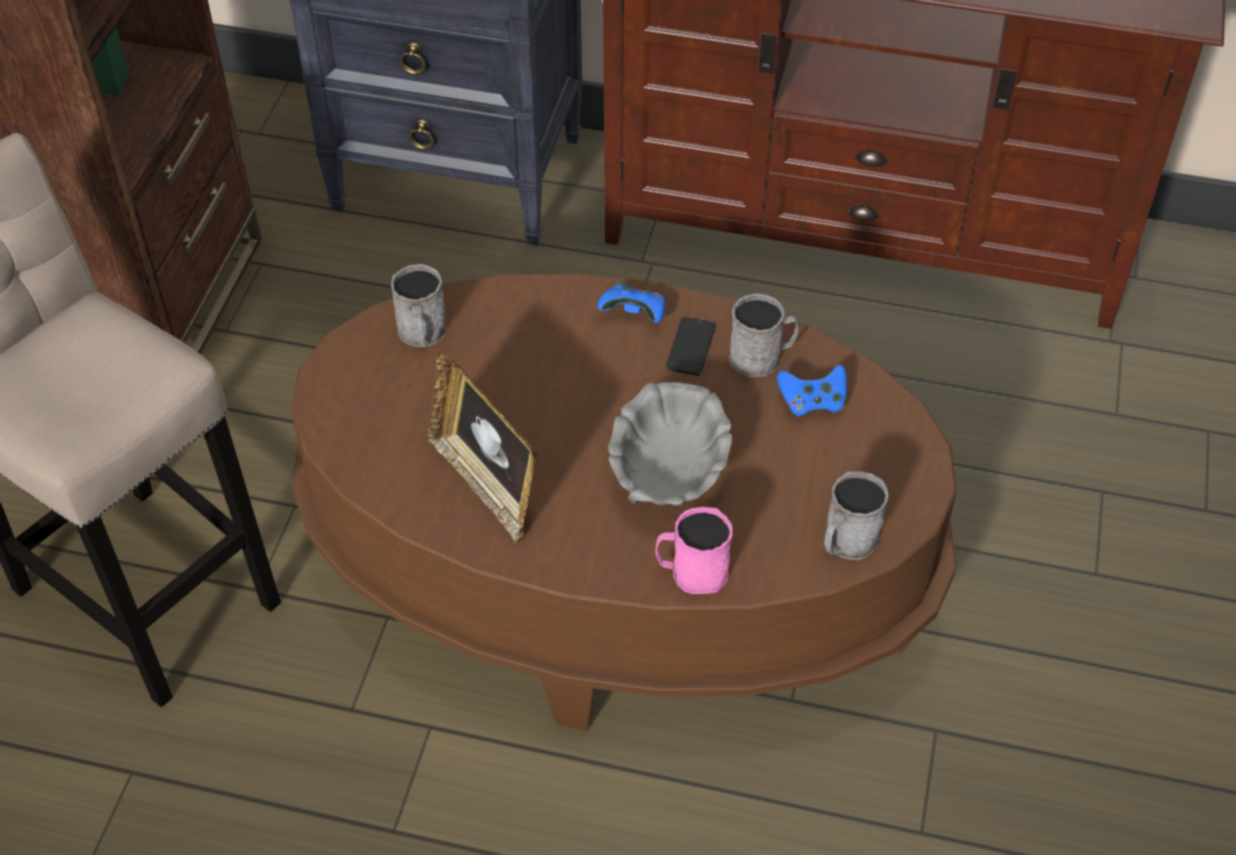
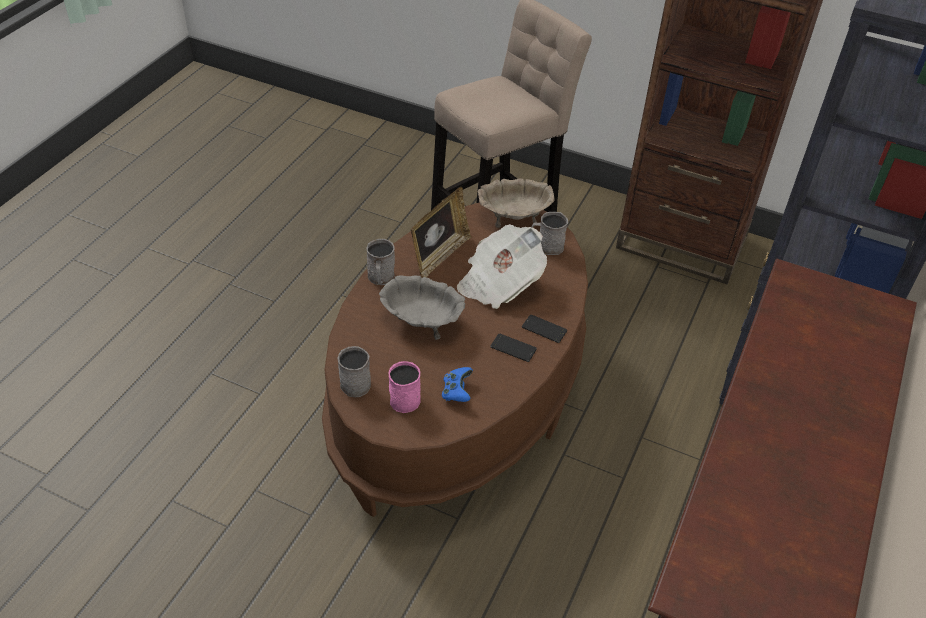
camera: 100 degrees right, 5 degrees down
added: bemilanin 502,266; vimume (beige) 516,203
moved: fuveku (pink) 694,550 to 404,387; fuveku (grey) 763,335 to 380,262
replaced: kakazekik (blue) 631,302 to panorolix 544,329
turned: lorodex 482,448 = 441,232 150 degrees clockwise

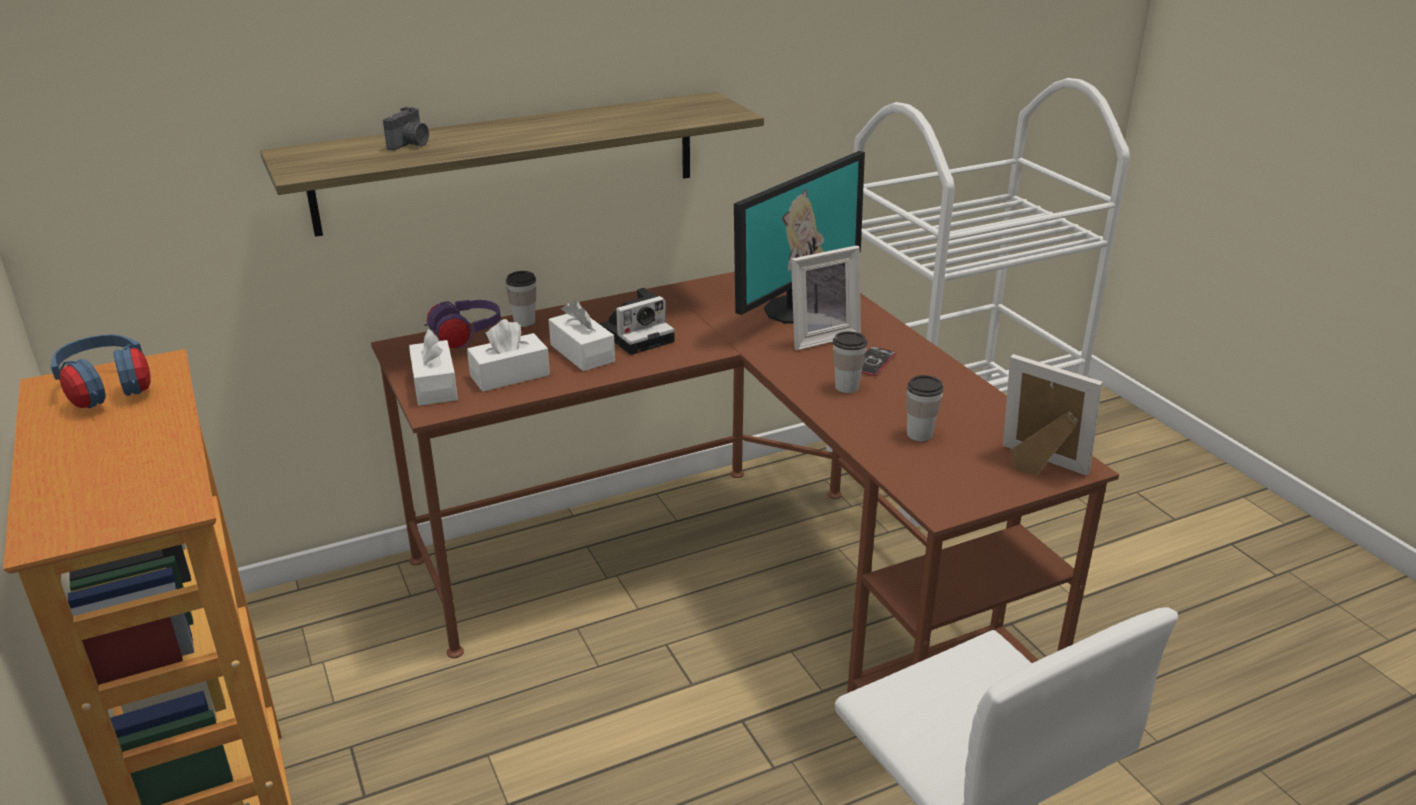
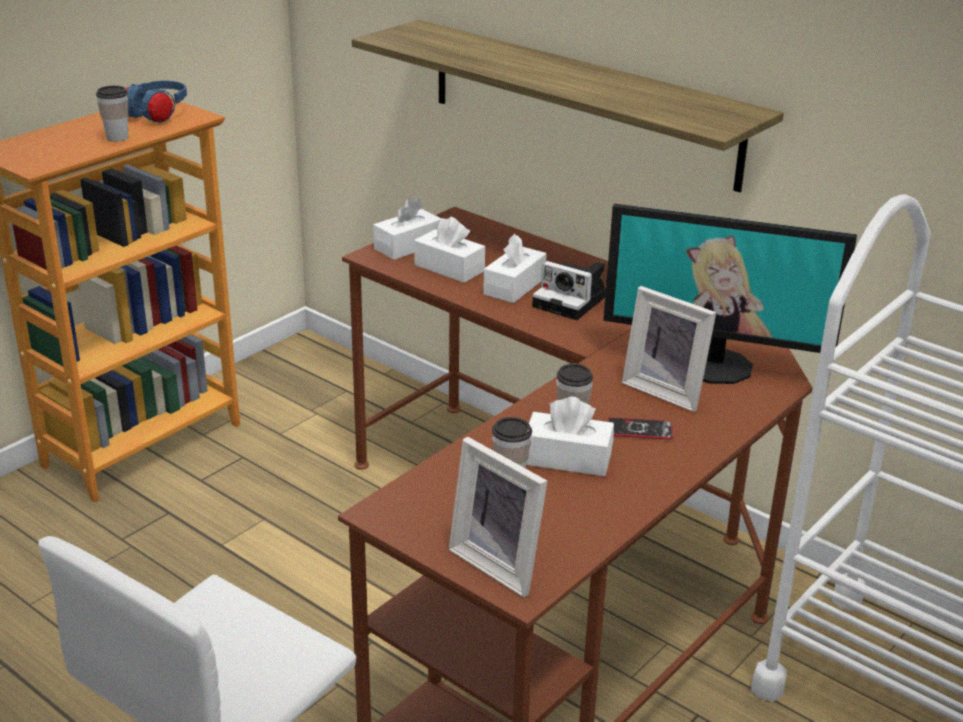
camera: 65 degrees right, 0 degrees up
removed: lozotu 406,128; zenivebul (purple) 462,324
added: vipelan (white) 570,436
moved: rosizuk 521,299 to 112,114
turned: lorodex 1053,415 = 497,517 120 degrees clockwise

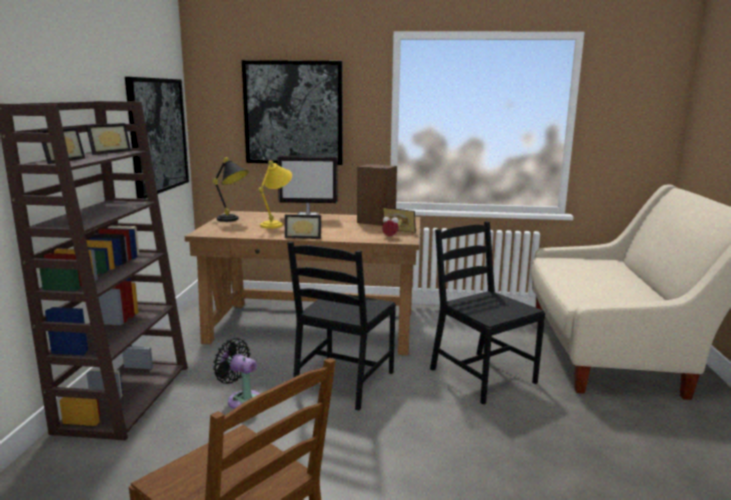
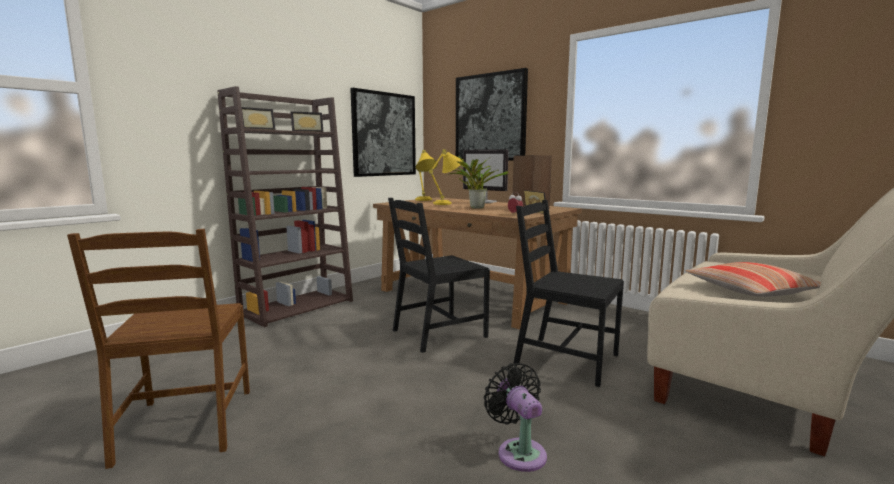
camera: 35 degrees right, 5 degrees down
removed: lorodex 303,226
added: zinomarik 478,182; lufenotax 753,279
moved: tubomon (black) 236,373 to 515,417
recoloured: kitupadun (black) 231,189 to kitupadun (yellow) 426,175
turned: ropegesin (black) 487,312 = 568,293 60 degrees counterclockwise

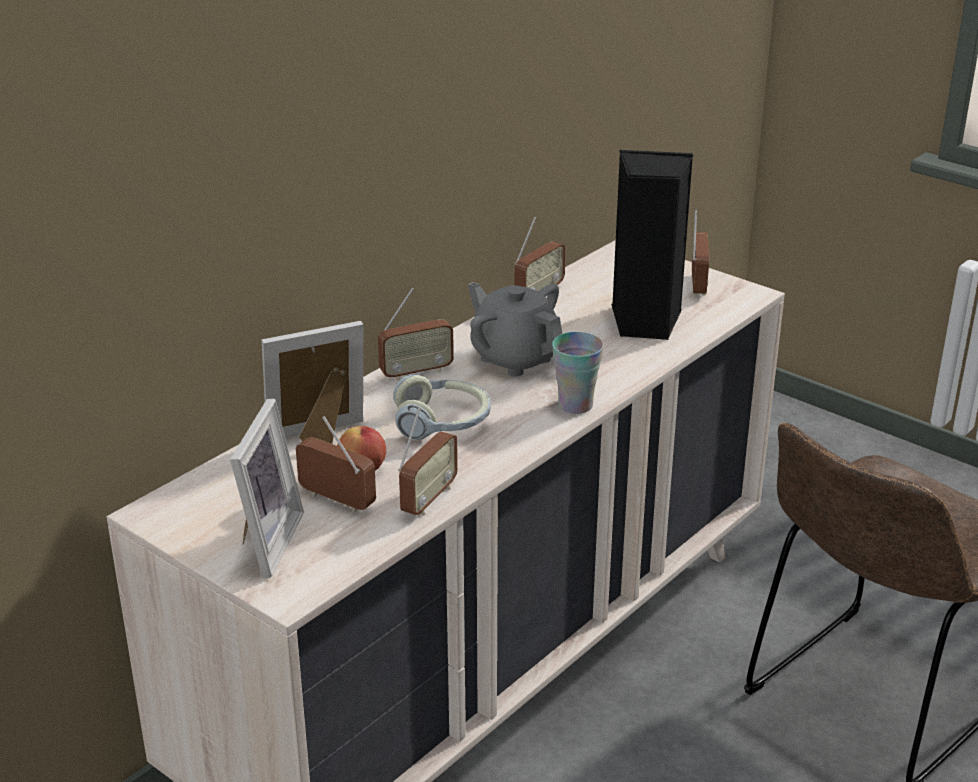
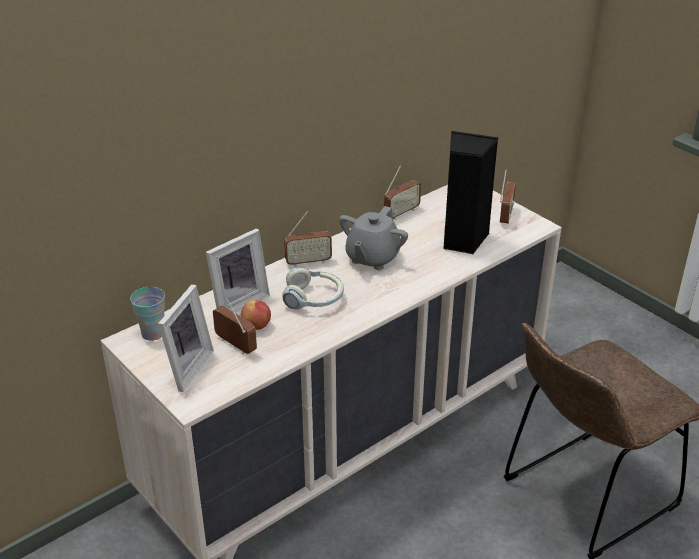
camera: 10 degrees right, 5 degrees up
removed: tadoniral 428,462
moved: rosizuk 578,373 to 147,314
turned: lorodex 312,382 = 238,270 150 degrees clockwise; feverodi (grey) 515,329 = 373,238 120 degrees counterclockwise

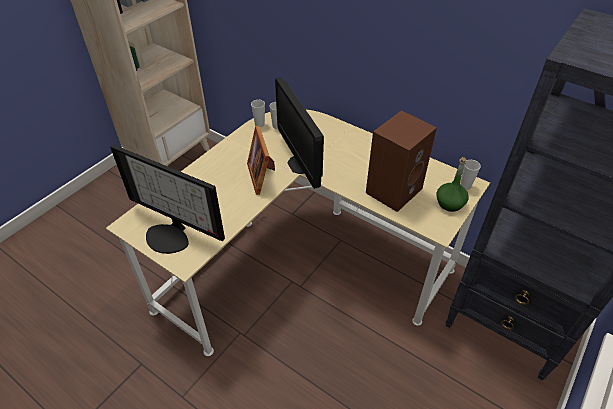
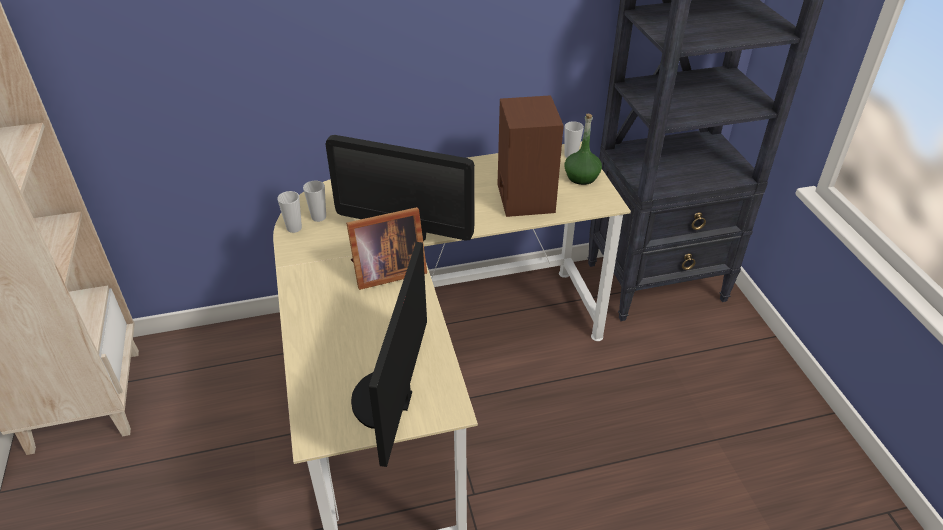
camera: 50 degrees left, 5 degrees down
turned: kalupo 167,199 = 389,354 120 degrees clockwise; lorodex 261,160 = 386,248 45 degrees counterclockwise

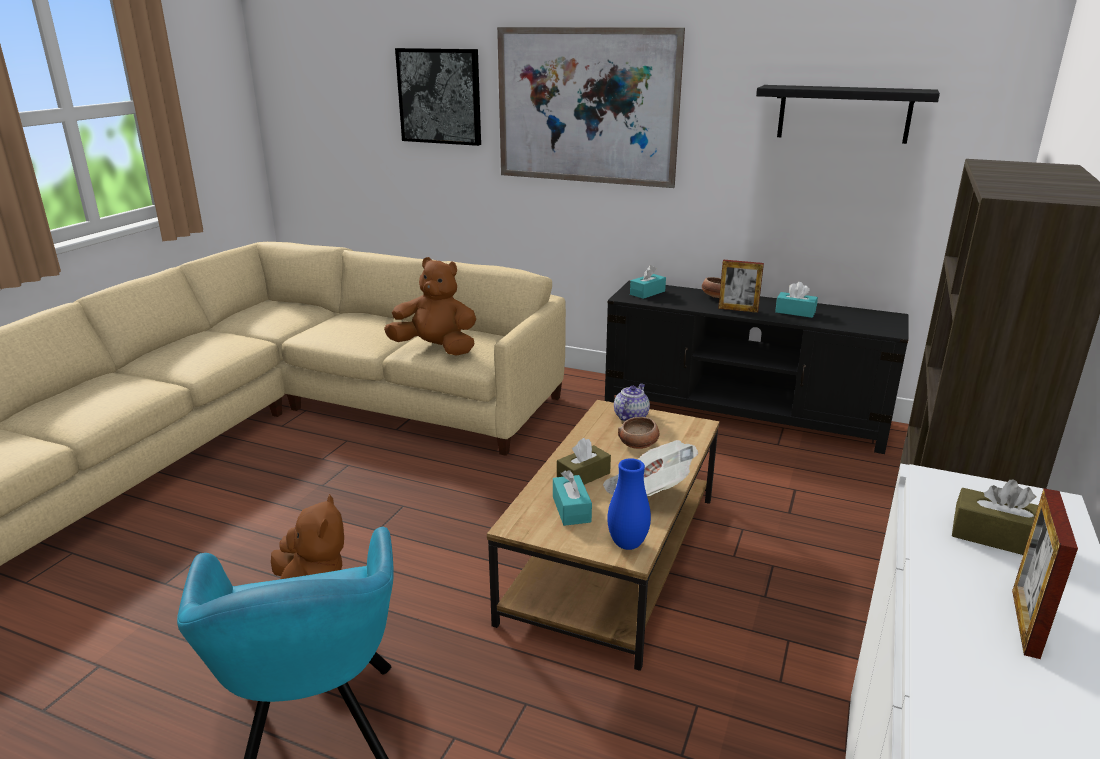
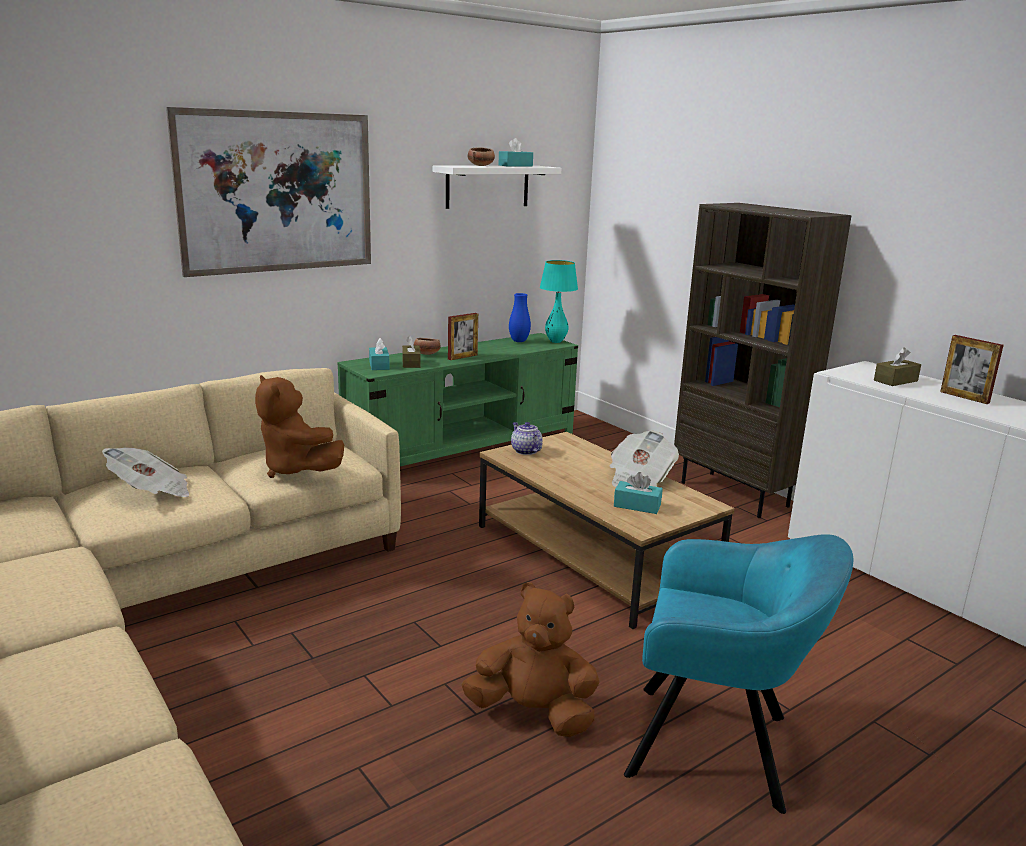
camera: 60 degrees left, 5 degrees down
removed: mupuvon 438,97
added: bemilanin 145,472; kitupadun (turquoise) 559,301
moved: vipelan (brown) 584,461 to 411,352; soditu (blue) 629,504 to 520,317; vimume 638,433 to 481,156; vipelan (turquoise) 796,300 to 516,152
recoloured: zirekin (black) 757,367 to zirekin (green) 457,399; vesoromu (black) 848,114 to vesoromu (white) 497,187
turned: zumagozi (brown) 430,306 = 299,426 90 degrees counterclockwise

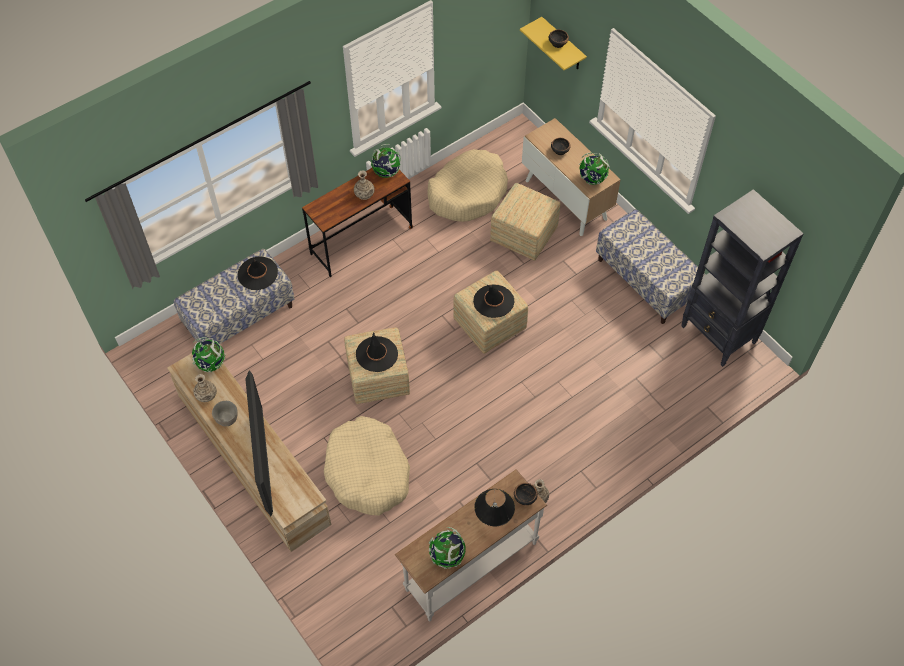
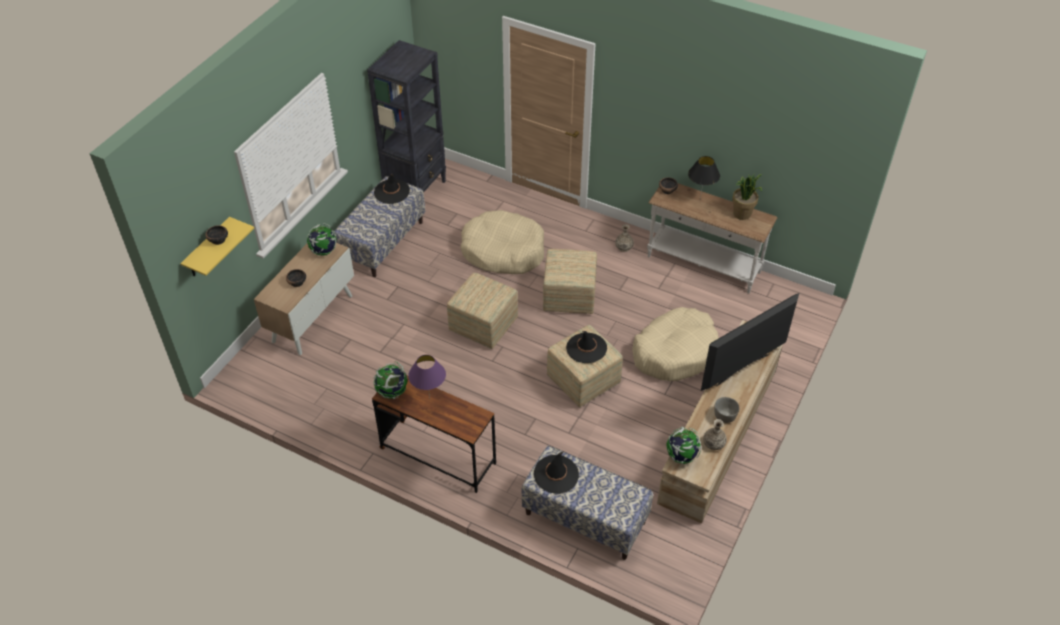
camera: 115 degrees left, 10 degrees down
moved: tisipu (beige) 467,185 to 502,242; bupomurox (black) 493,301 to 392,189; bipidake 525,222 to 570,281
replaced: soditu 364,185 to kitupadun (purple) 427,376; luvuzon 447,548 to zinomarik 747,197

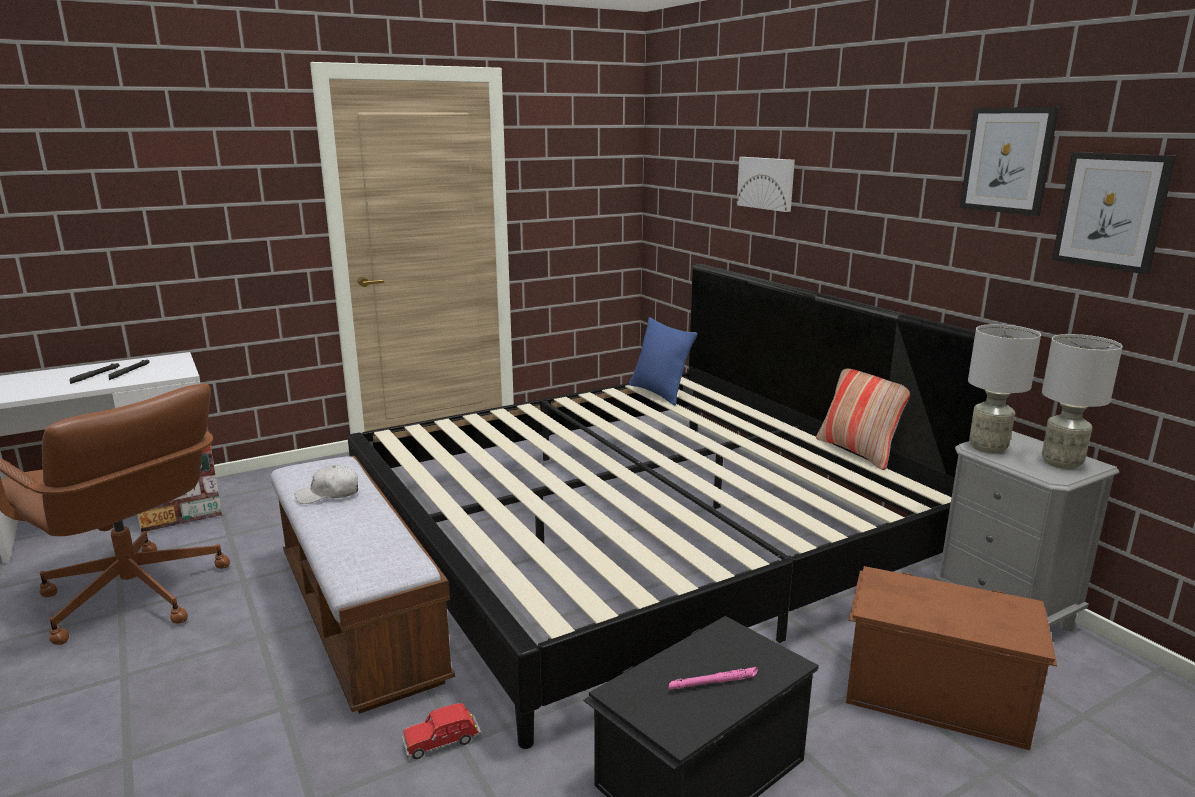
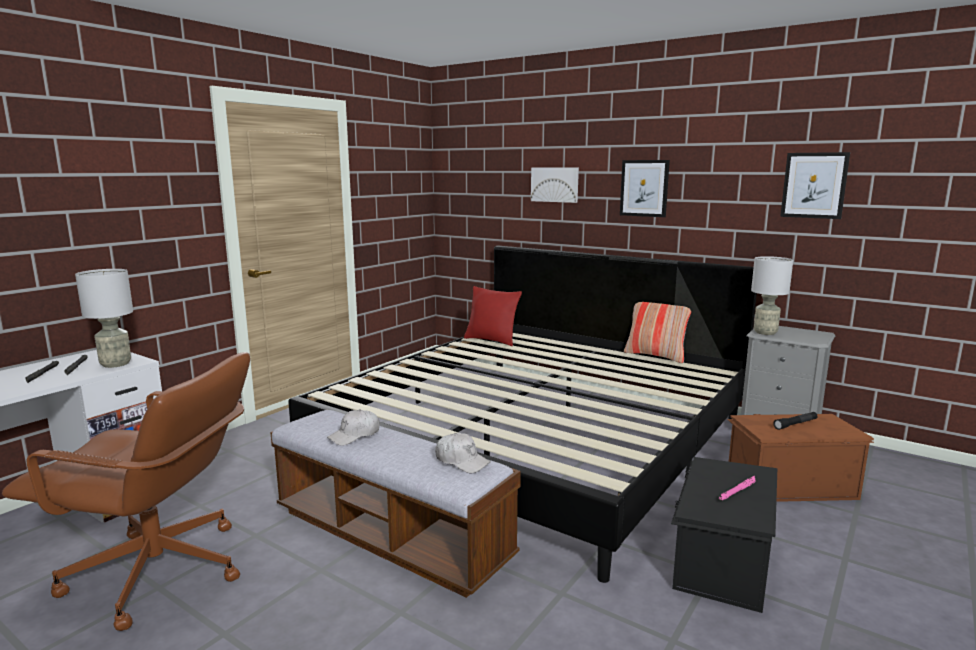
camera: 25 degrees left, 5 degrees down
removed: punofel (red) 441,731
added: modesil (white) 463,453; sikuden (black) 795,421
moved: mupuvon 1009,161 to 645,188; kitupadun (grey) 1082,401 to 104,318
recoloured: lufenotax (blue) 663,361 to lufenotax (red) 493,316

